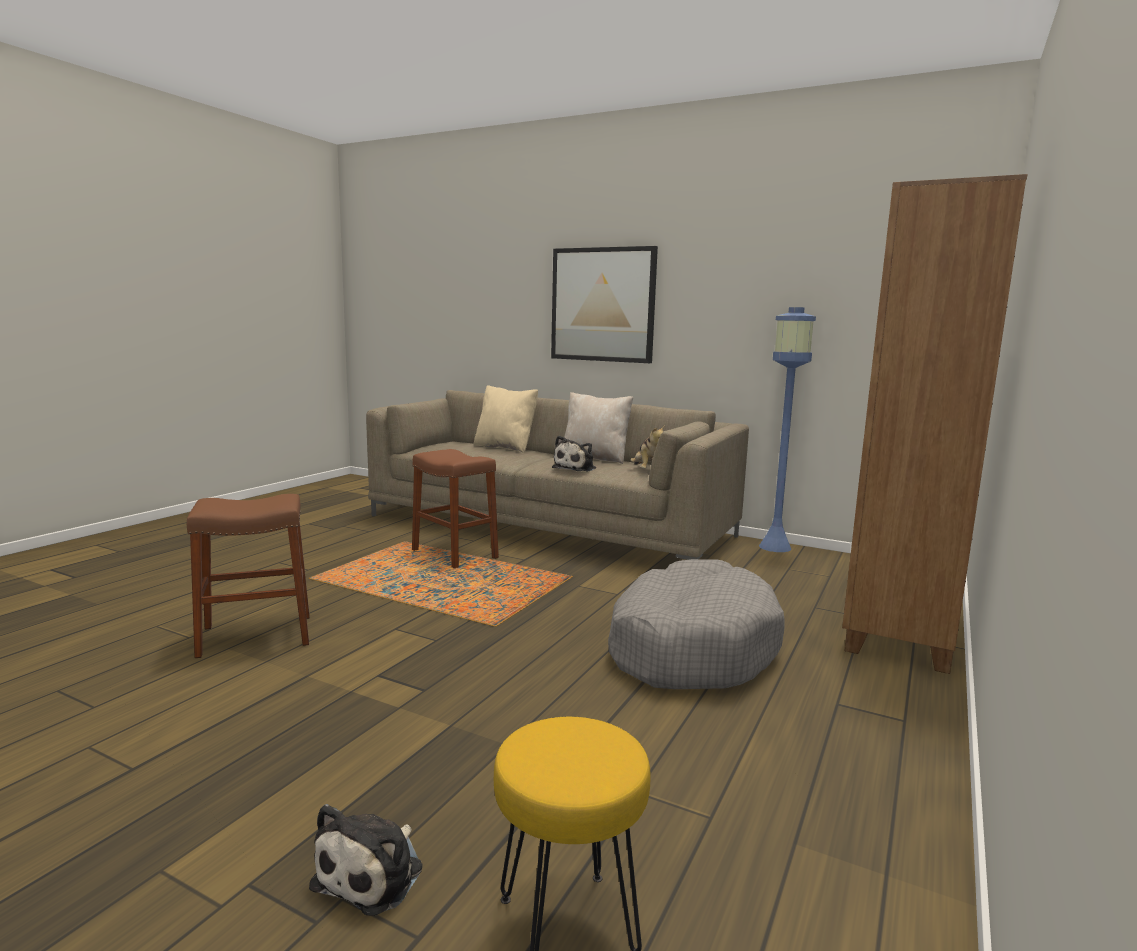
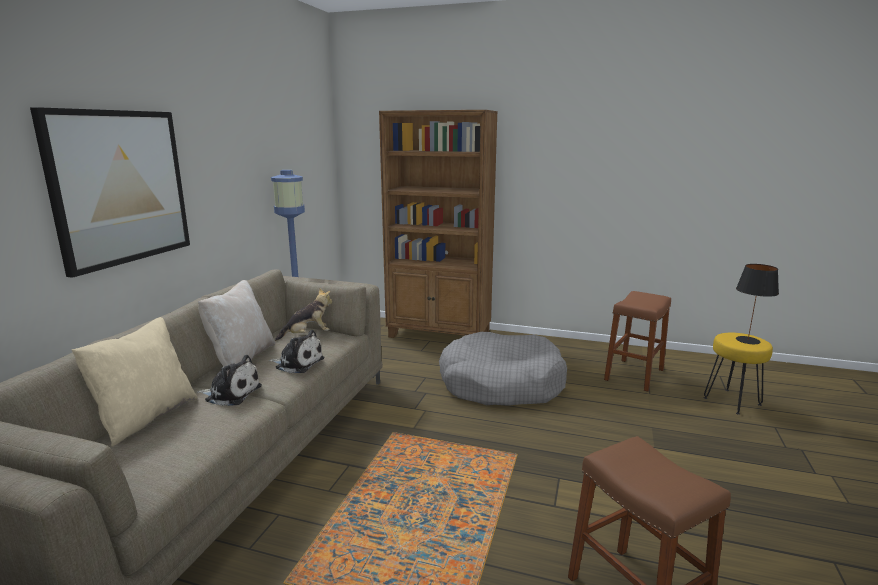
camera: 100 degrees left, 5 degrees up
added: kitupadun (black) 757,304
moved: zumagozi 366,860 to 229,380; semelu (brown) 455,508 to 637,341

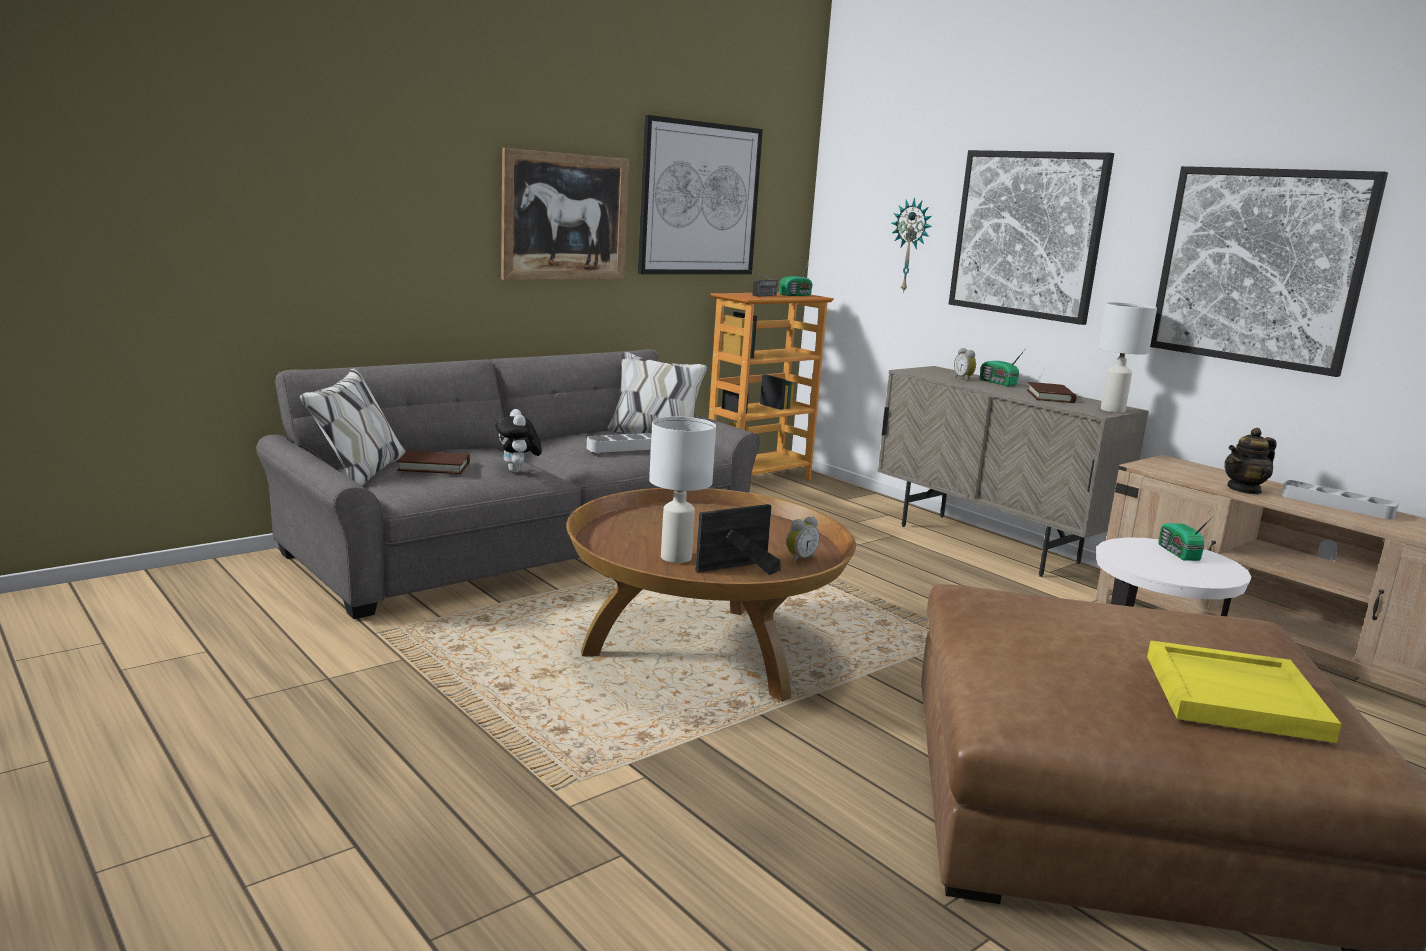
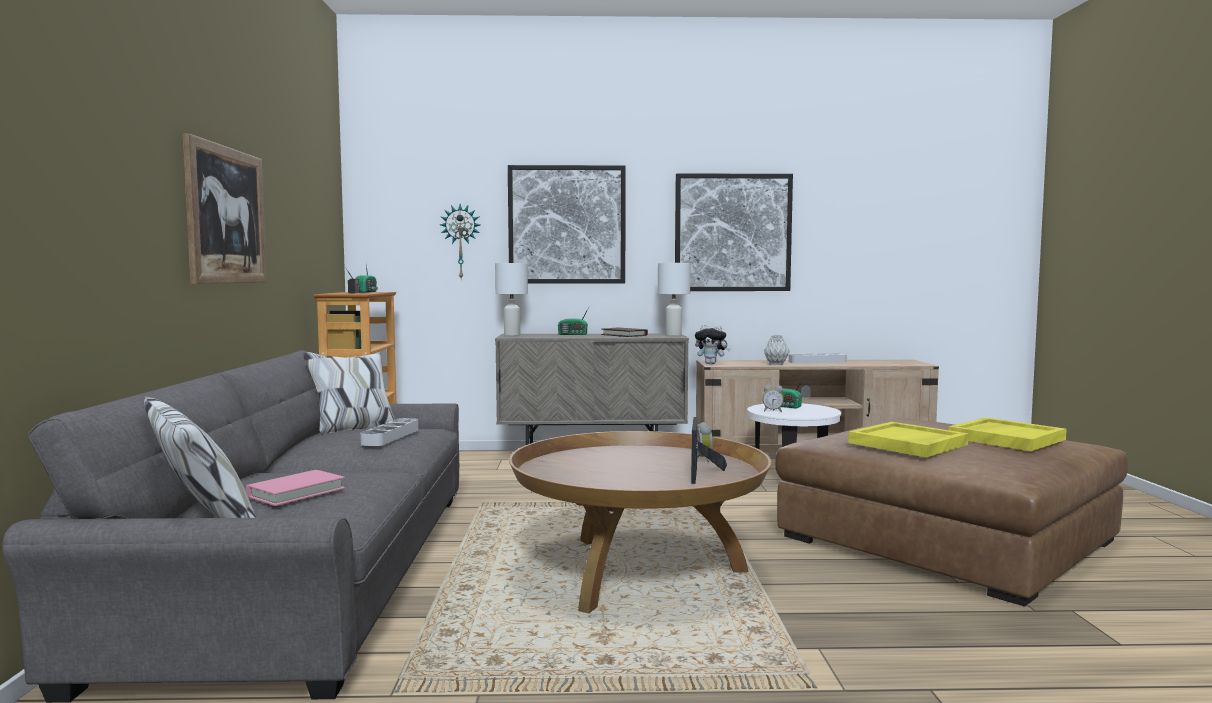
camera: 50 degrees left, 10 degrees down
removed: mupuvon 700,194
added: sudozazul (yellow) 908,439
moved: zumagozi 518,441 to 713,344; kitupadun (white) 682,490 to 511,299; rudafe 965,364 to 773,398
replaced: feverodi 1250,461 to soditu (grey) 777,350
recoloured: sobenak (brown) 433,462 to sobenak (pink) 295,488

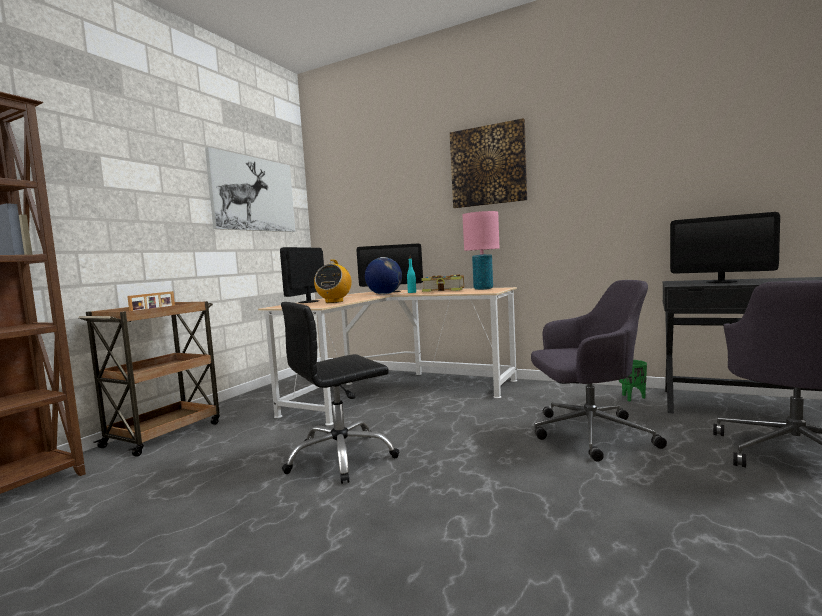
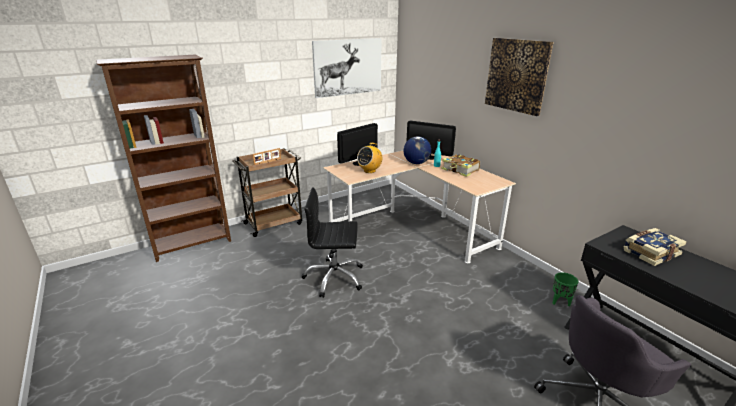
camera: 30 degrees right, 20 degrees up
removed: kitupadun (pink) 481,250; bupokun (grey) 599,371
replaced: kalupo 725,247 to sobenak 654,247

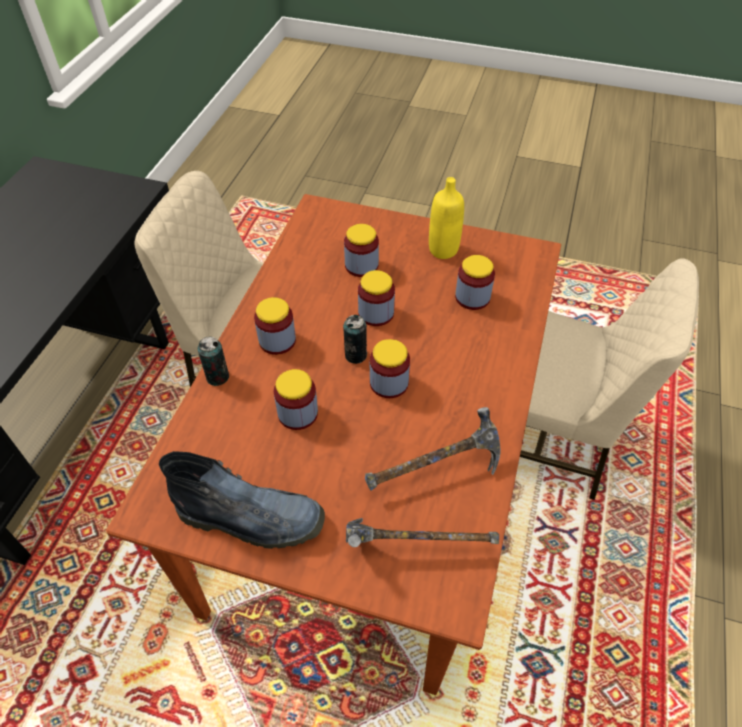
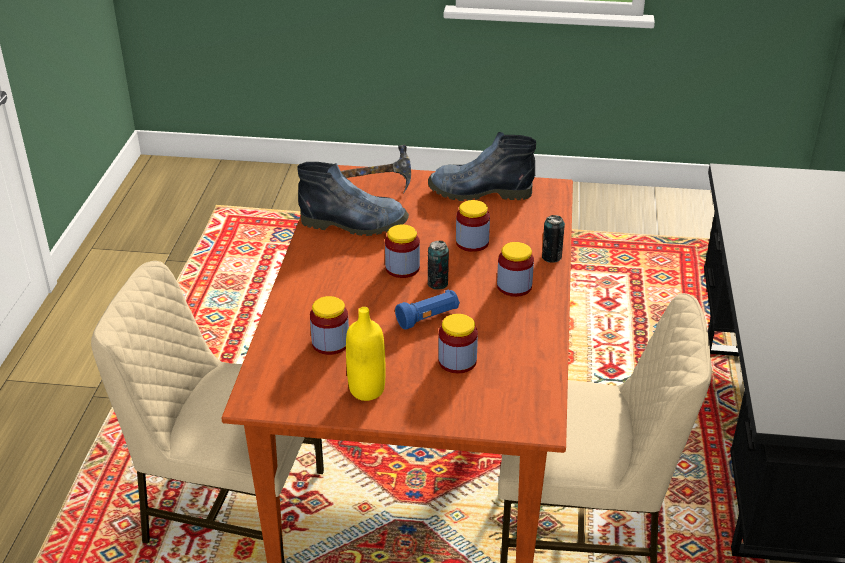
camera: 170 degrees right, 15 degrees down
replaced: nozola 376,298 to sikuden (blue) 427,309; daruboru 432,449 to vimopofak 353,199

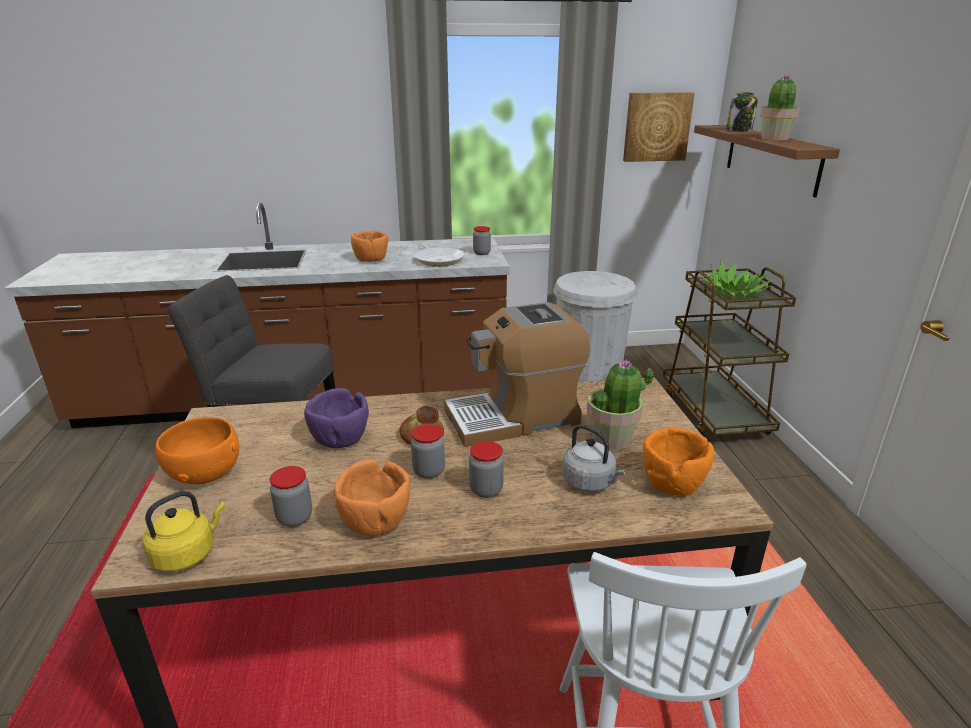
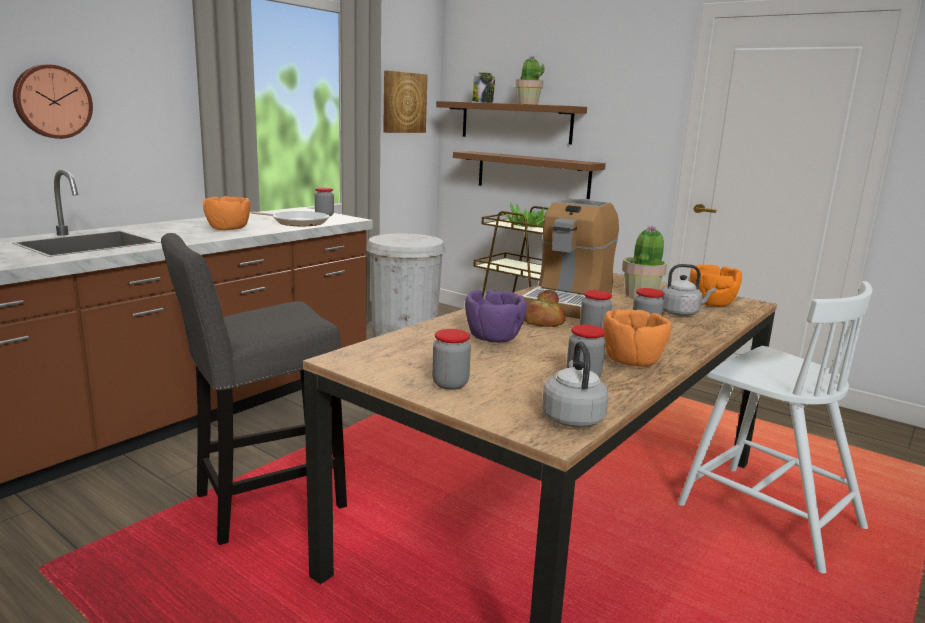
camera: 45 degrees left, 10 degrees down
added: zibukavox 53,101; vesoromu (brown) 529,175
replaced: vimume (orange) 197,450 to nozola 451,359
recoloured: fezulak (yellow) 184,531 to fezulak (grey) 575,384

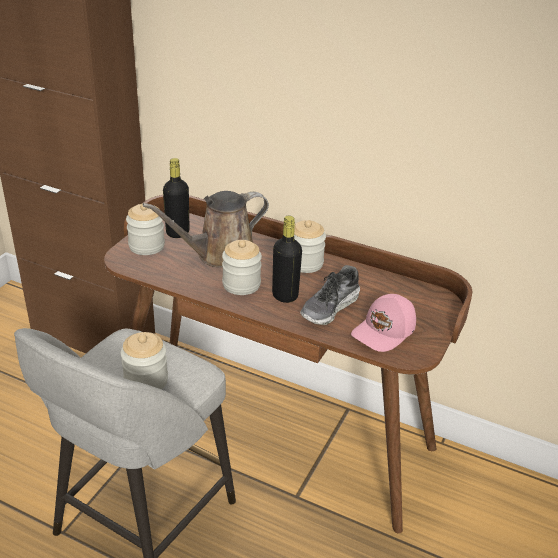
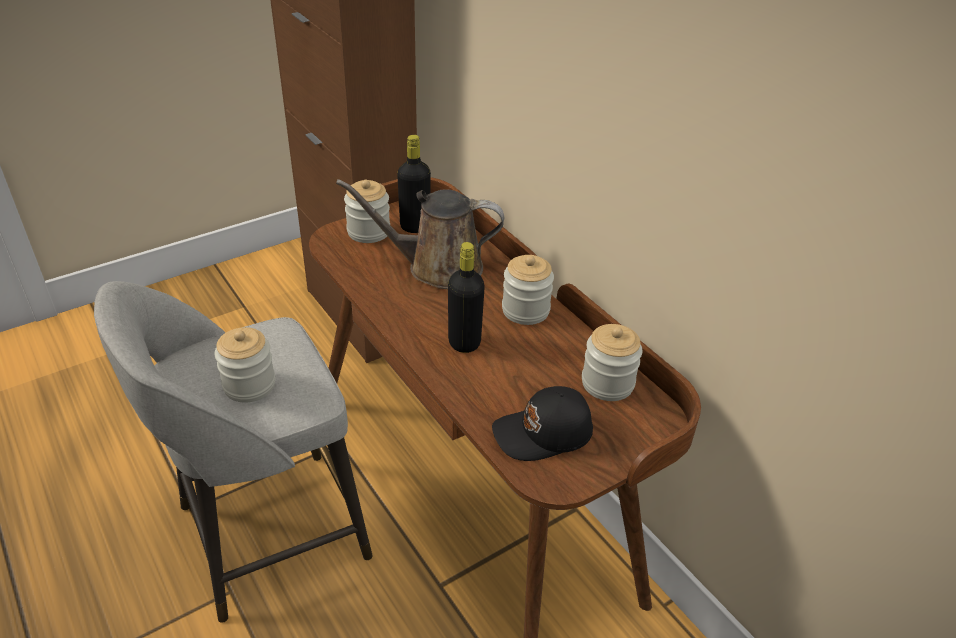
camera: 30 degrees right, 5 degrees up
removed: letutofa 330,295
moved: nozola 242,267 to 612,362
recoloured: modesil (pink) 383,323 to modesil (black) 542,423

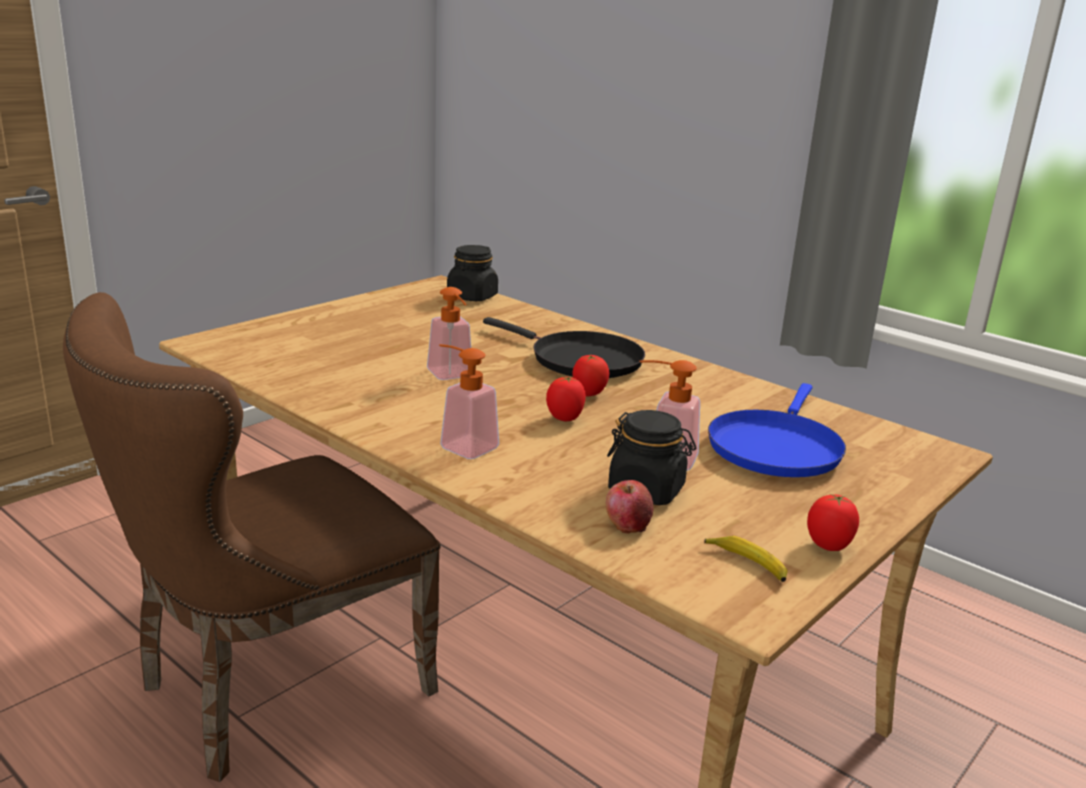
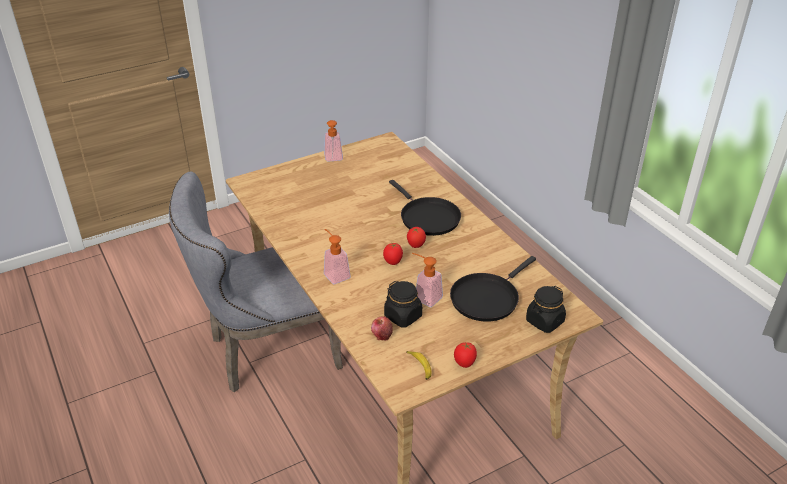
camera: 20 degrees right, 15 degrees up
moved: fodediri 449,333 to 333,141; nozola (black) 472,273 to 546,309
recoloured: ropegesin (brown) 252,537 to ropegesin (grey) 256,282; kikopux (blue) 777,430 to kikopux (black) 493,289

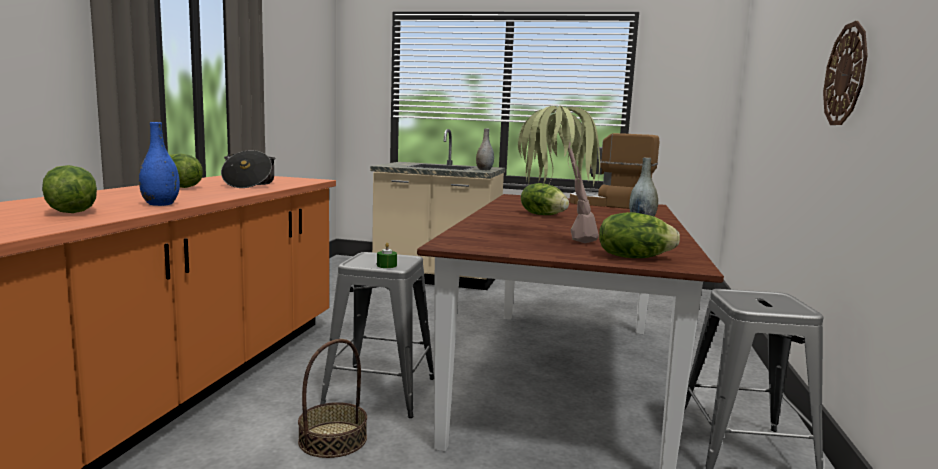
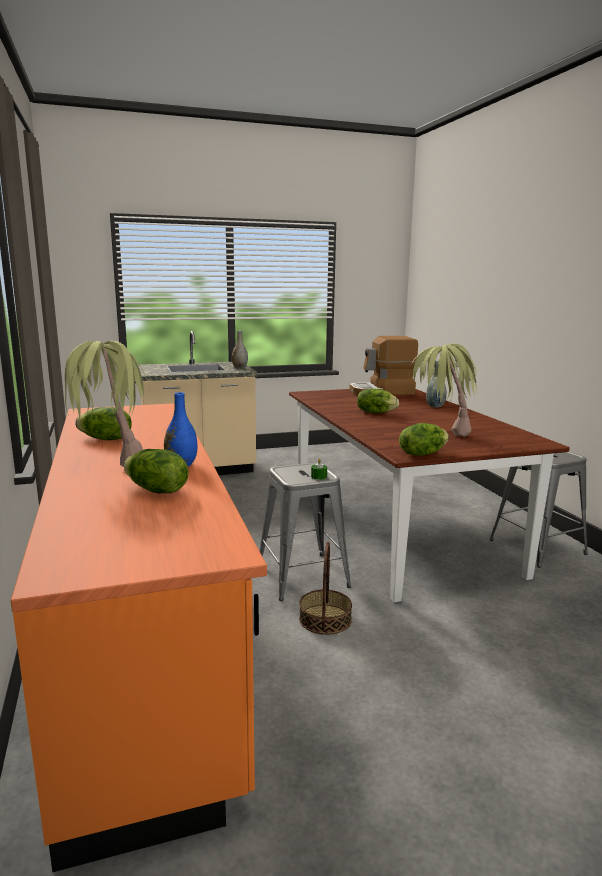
camera: 30 degrees left, 5 degrees up
removed: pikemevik 248,169; zibukavox 845,73
added: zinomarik 108,404
moved: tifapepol 639,235 to 424,439

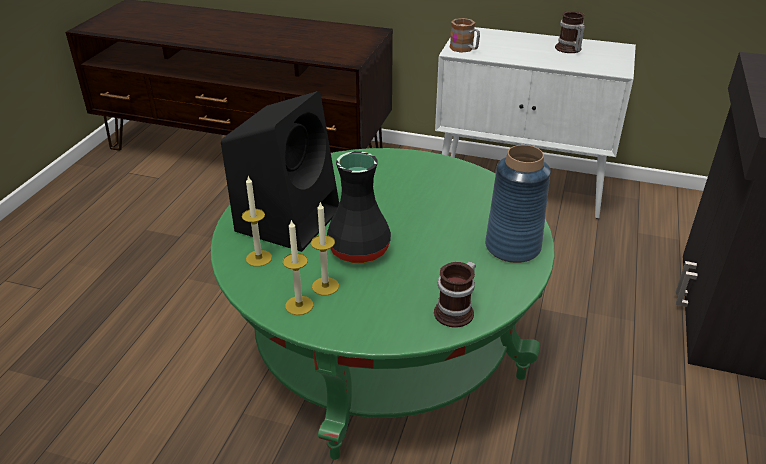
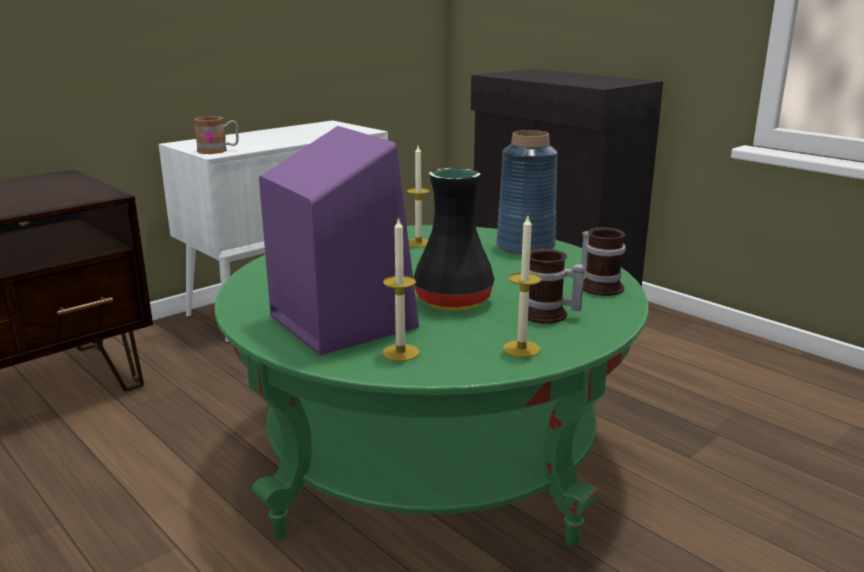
camera: 60 degrees left, 15 degrees down
moved: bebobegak 325,248 to 418,196; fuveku 570,32 to 556,286
recoloured: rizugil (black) 280,171 to rizugil (purple) 339,241

